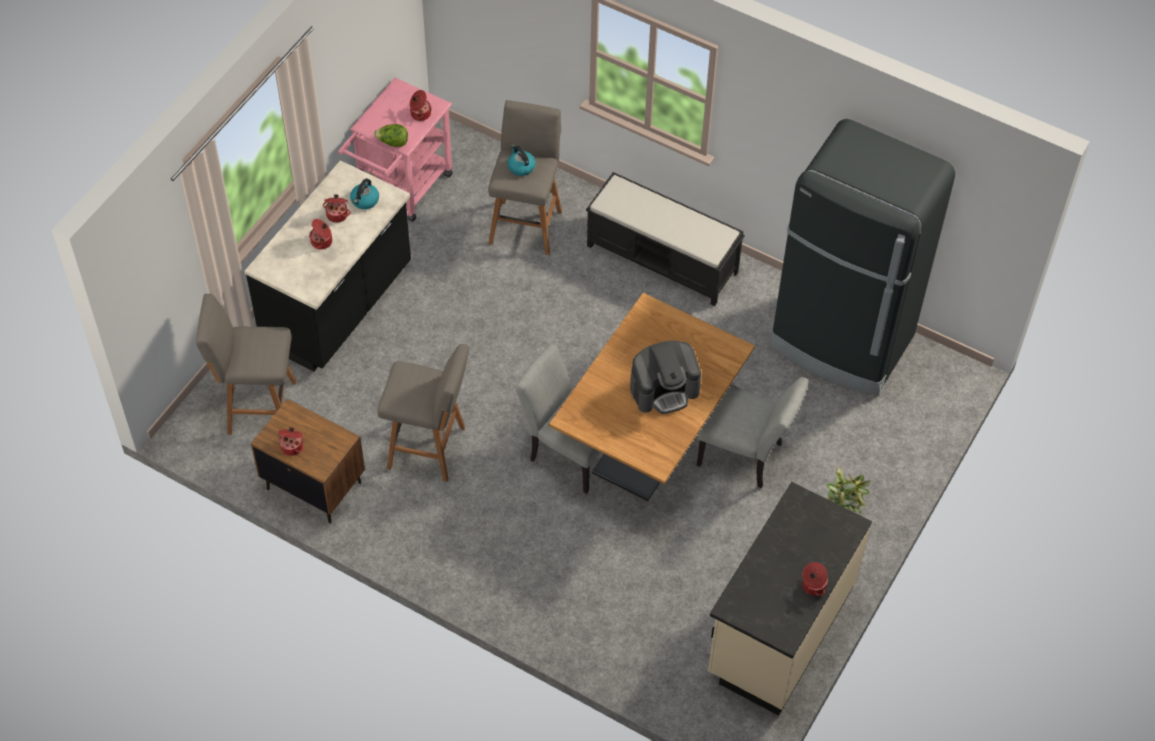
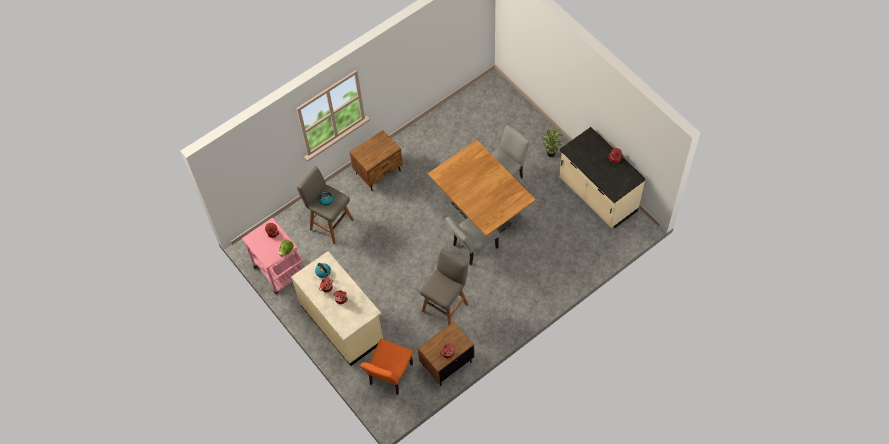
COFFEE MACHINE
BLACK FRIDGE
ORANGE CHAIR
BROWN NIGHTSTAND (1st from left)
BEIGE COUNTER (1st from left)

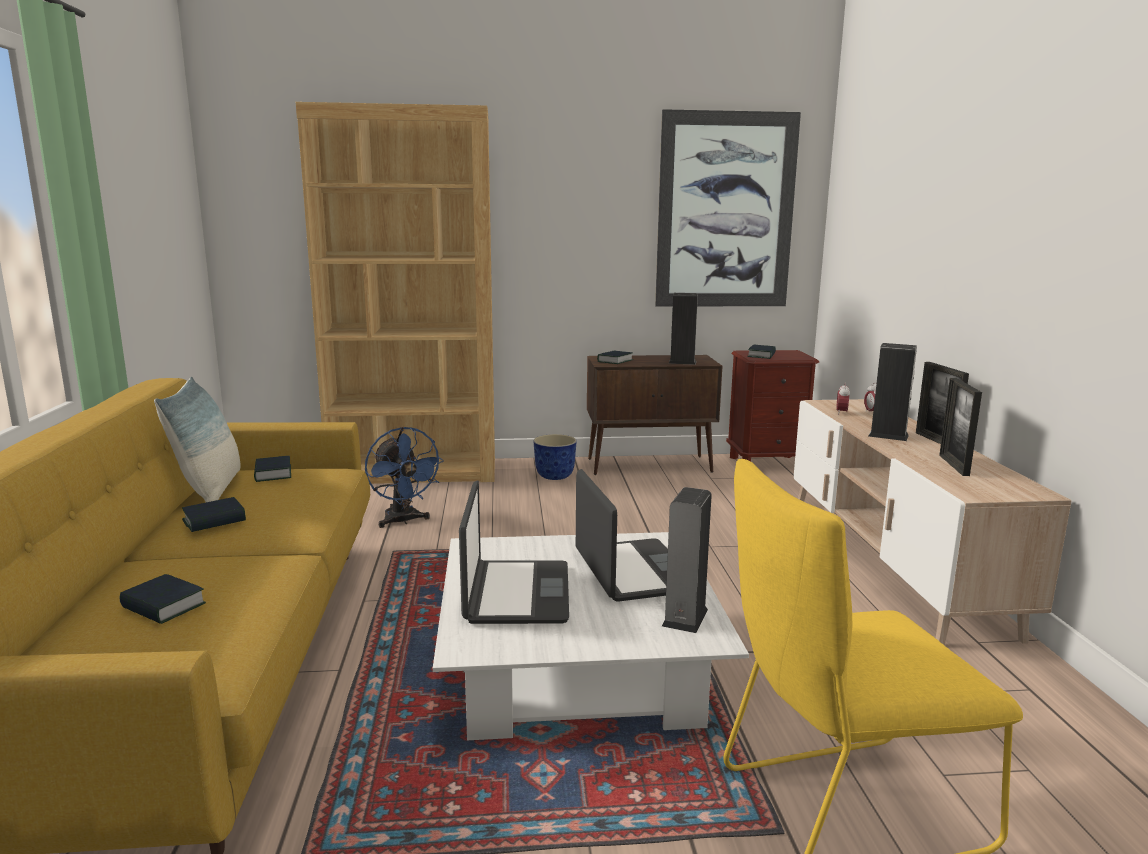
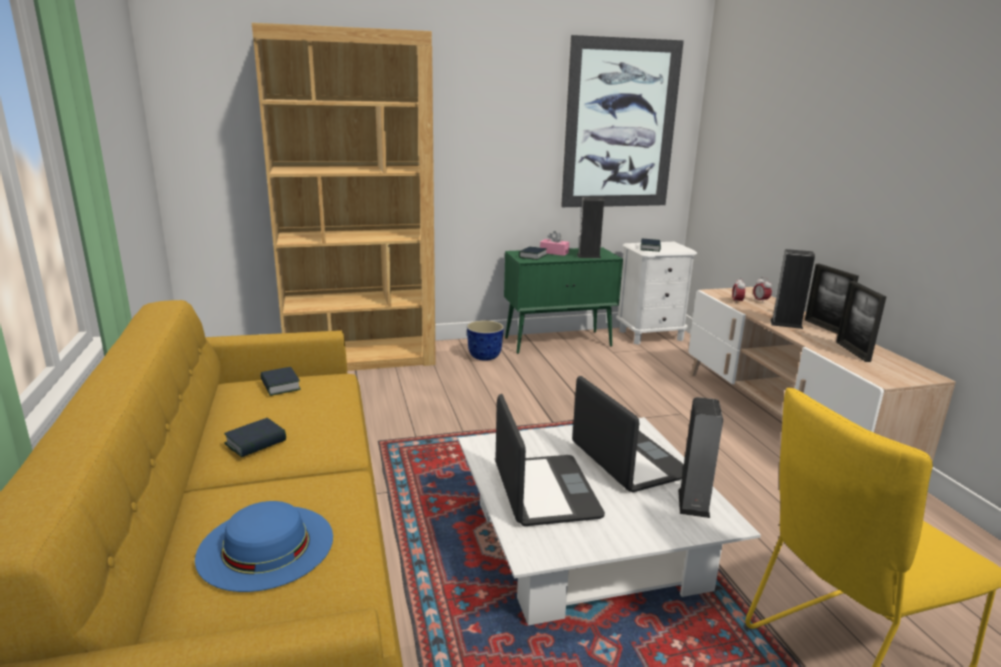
PILLOW
BLUE FAN
PINK TISSUE BOX
BLUE HAT
GREEN CABINET
WHITE NIGHTSTAND

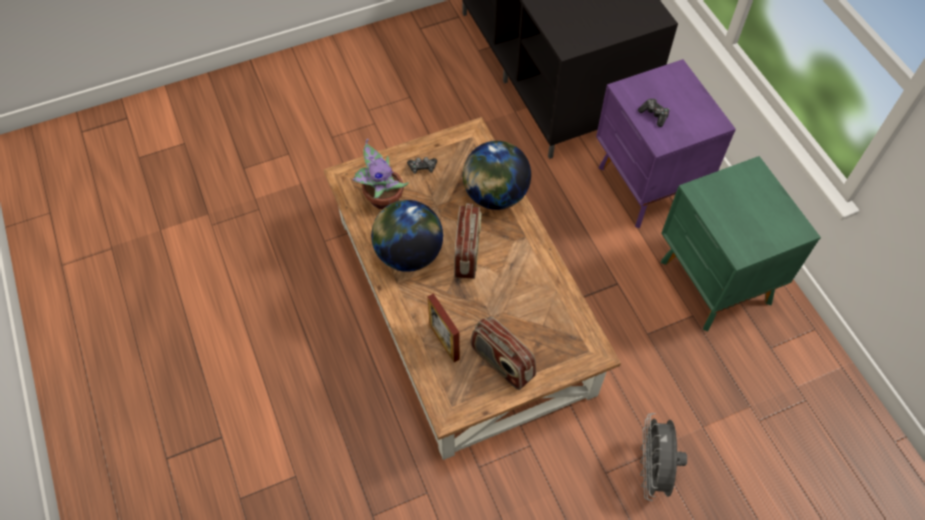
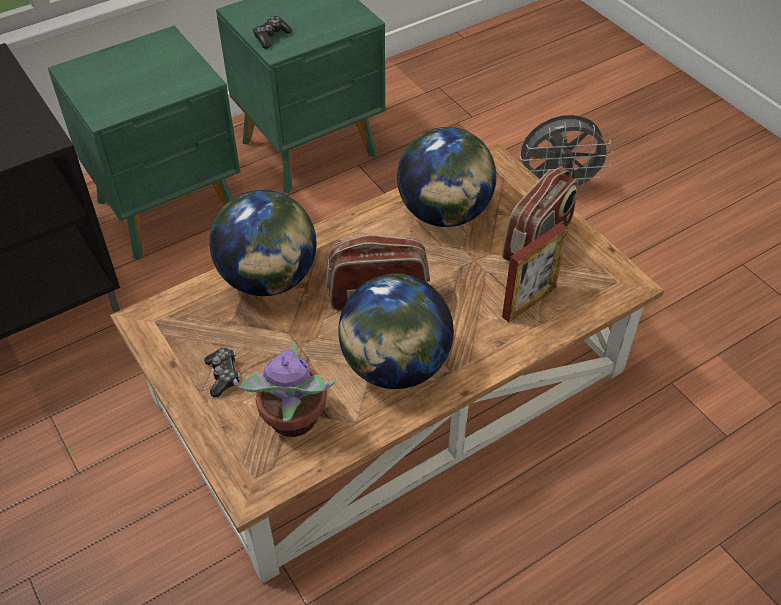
GLOBE (3rd from left)
GAME CONTROLLER (2nd from left)
GREEN NIGHTSTAND (1st from left)

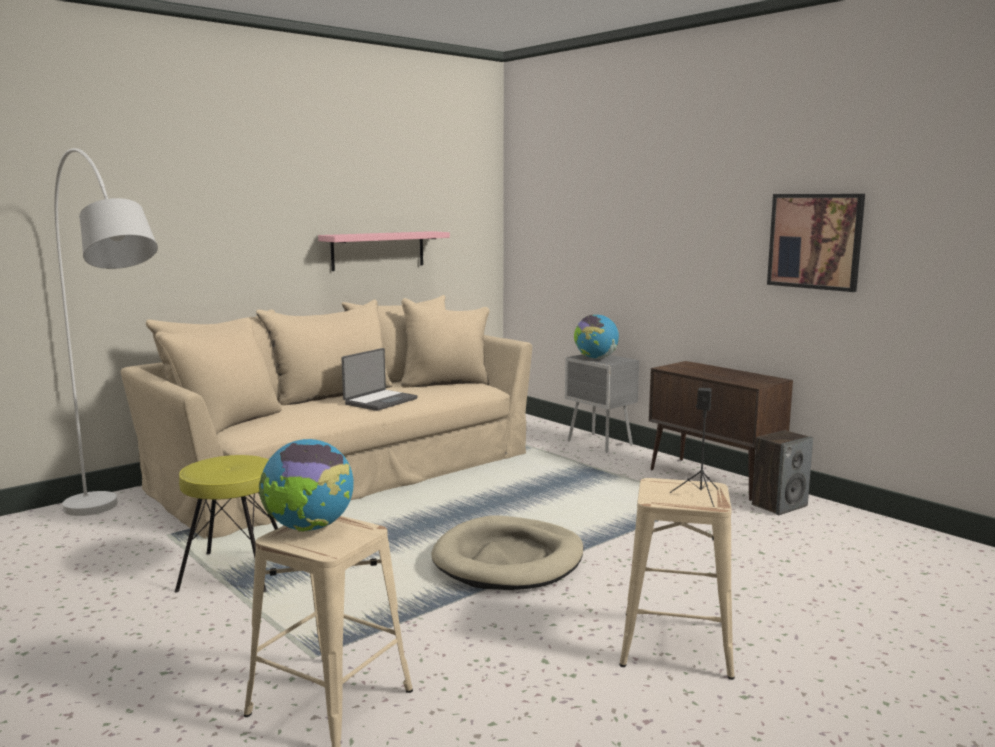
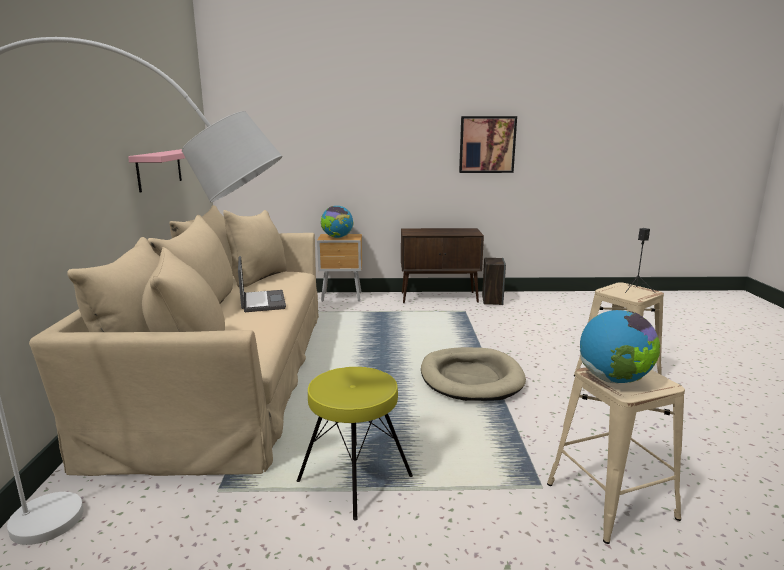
BROWN NIGHTSTAND

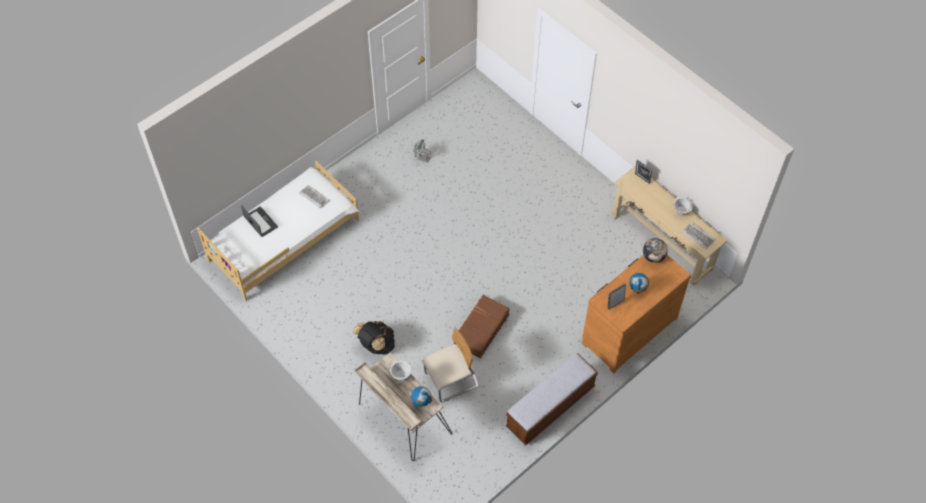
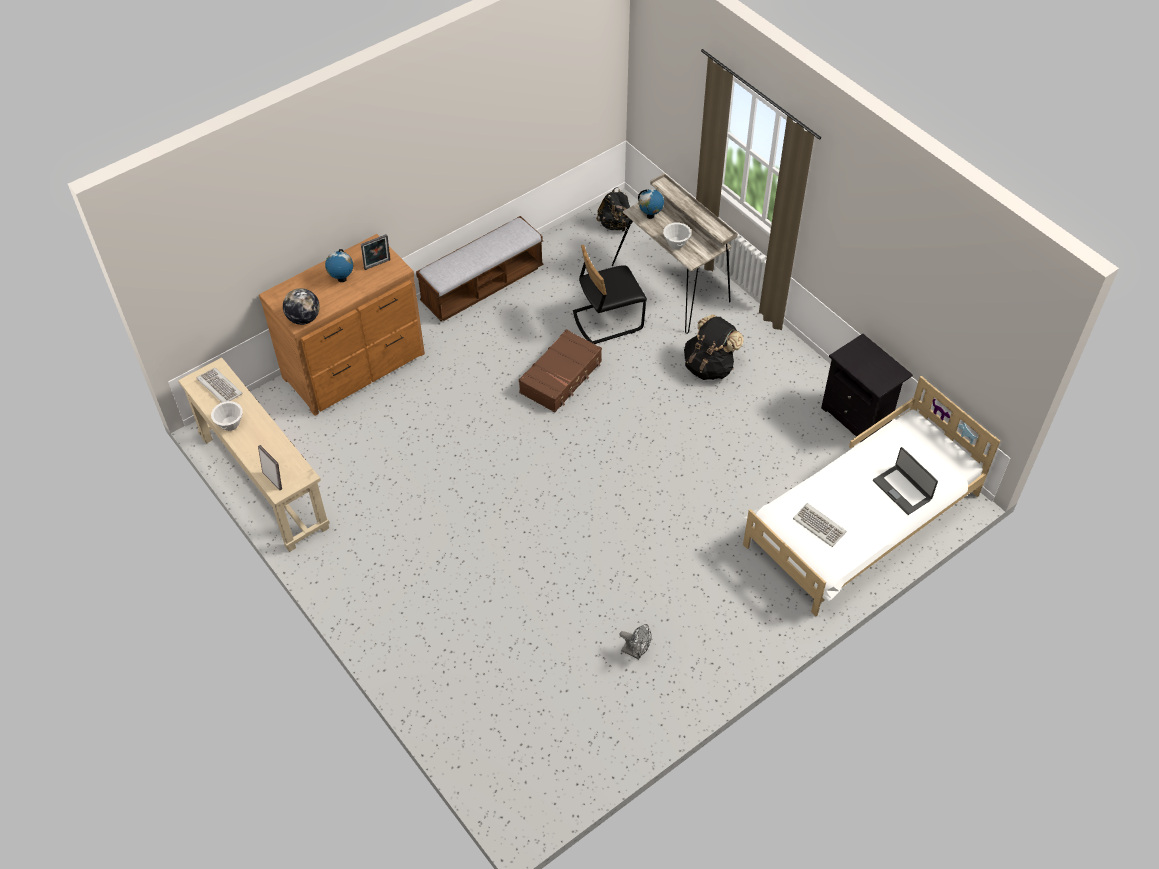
BLACK BACKPACK (1st from left)
BLACK NIGHTSTAND
BLACK CHAIR

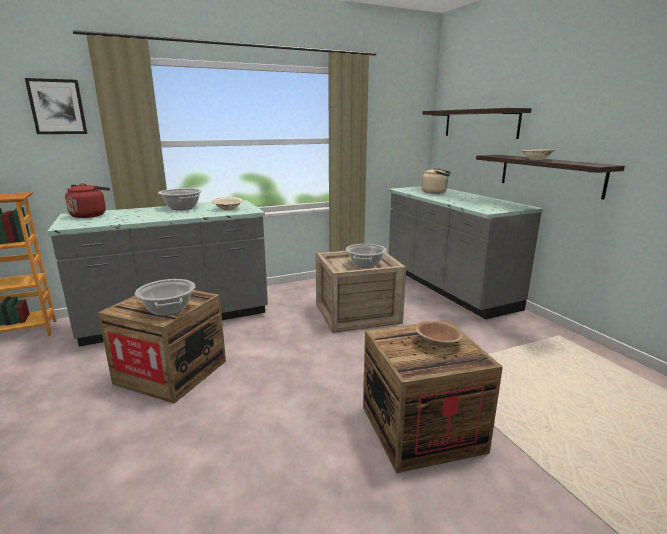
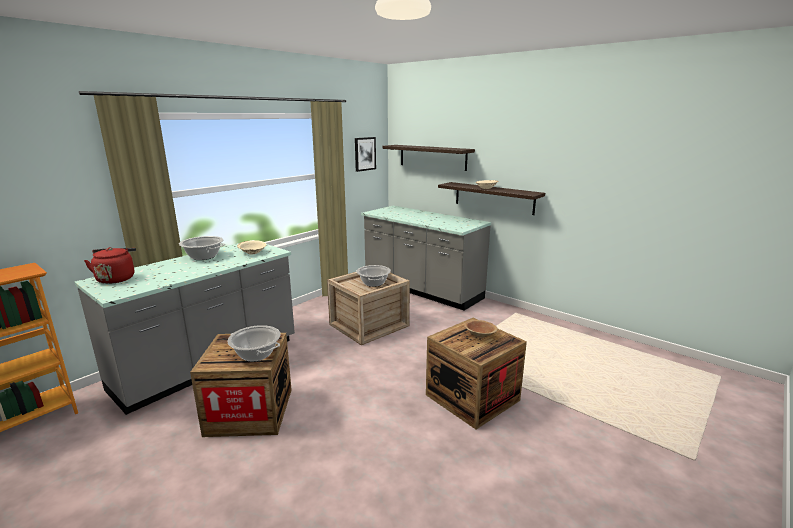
BEIGE KETTLE
PICTURE

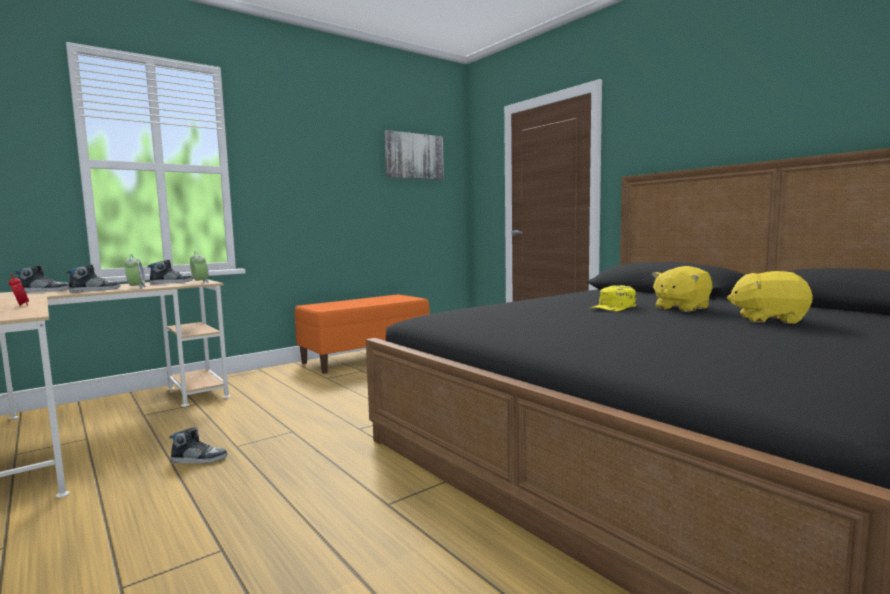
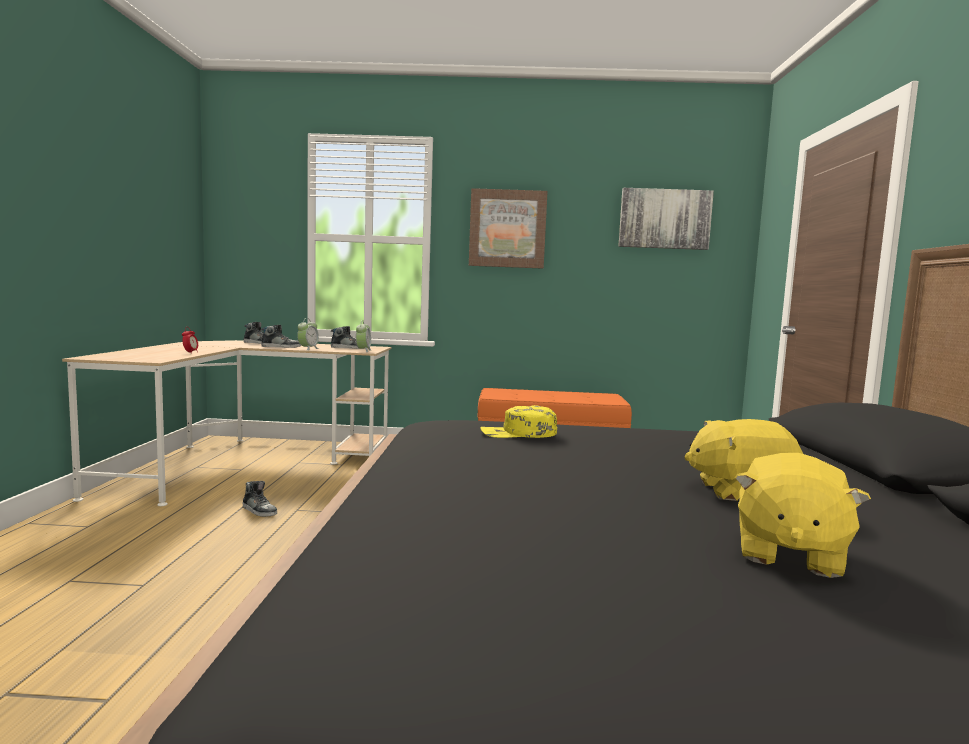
PICTURE (1st from left)
YELLOW CAP
YELLOW PLUSH TOY (2nd from left)

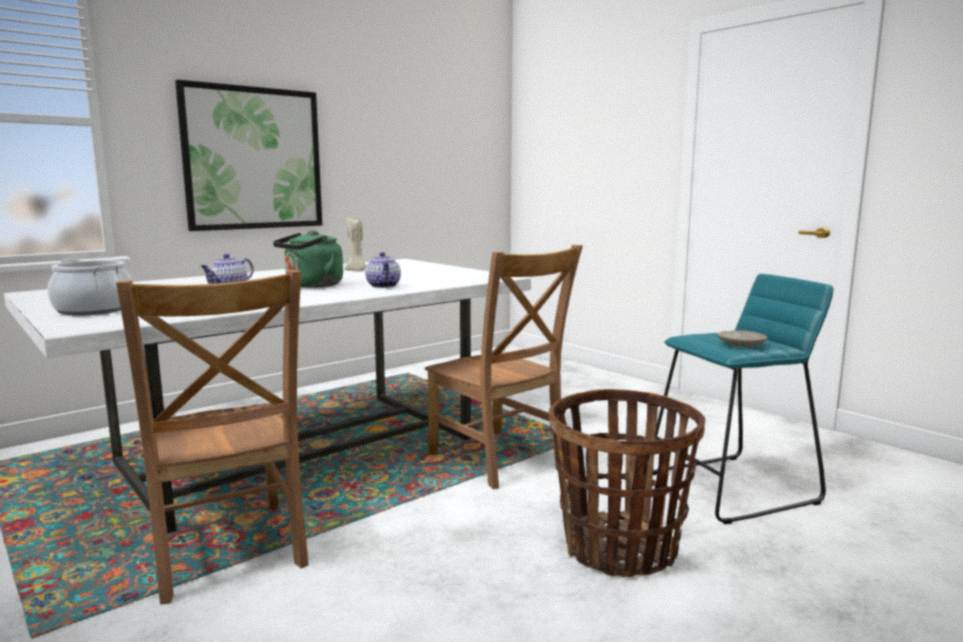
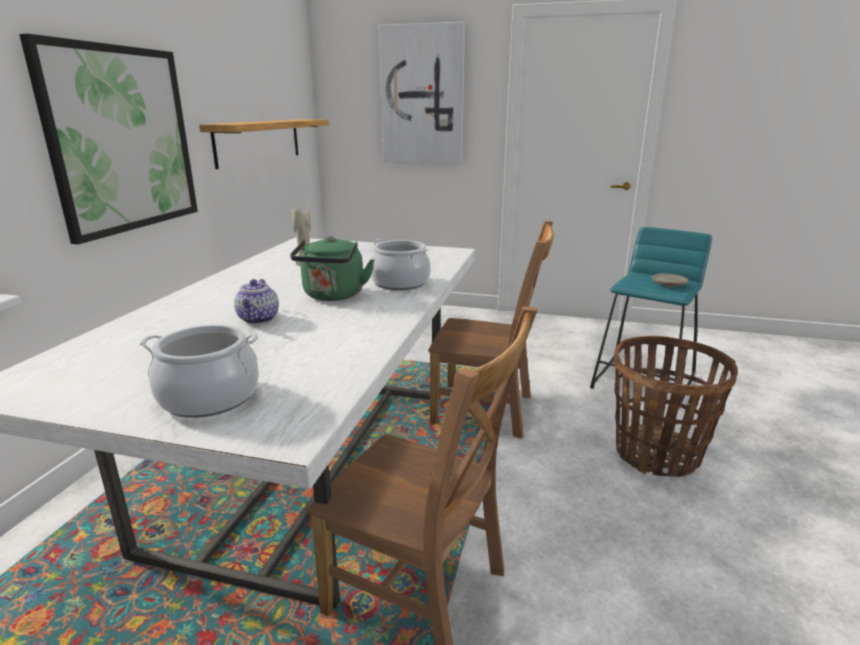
SHELF
PICTURE (2nd from left)
COOKING POT (2nd from left)

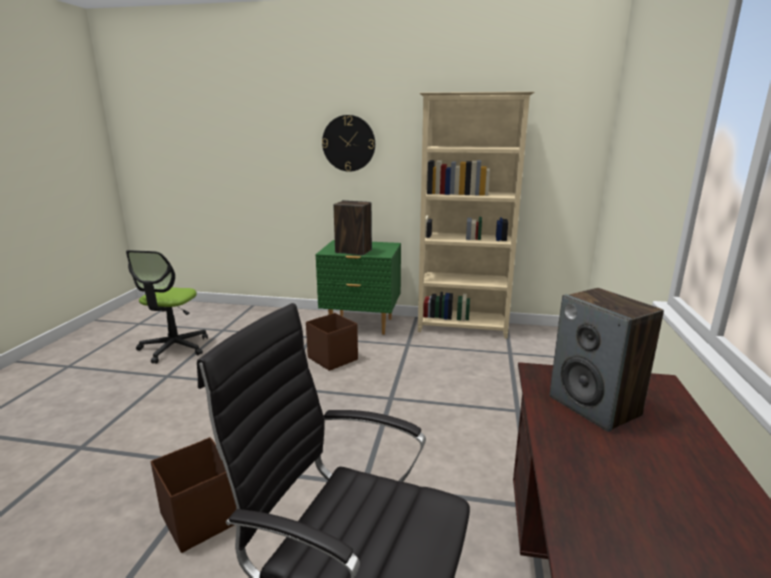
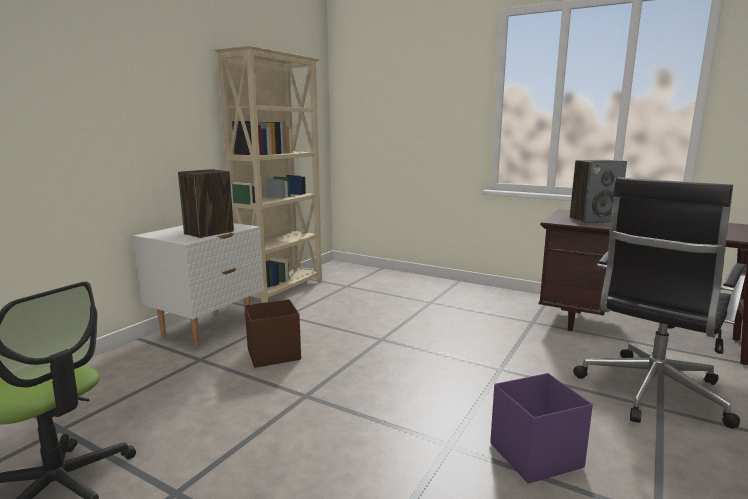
WALL CLOCK
PURPLE STORAGE BOX
WHITE NIGHTSTAND

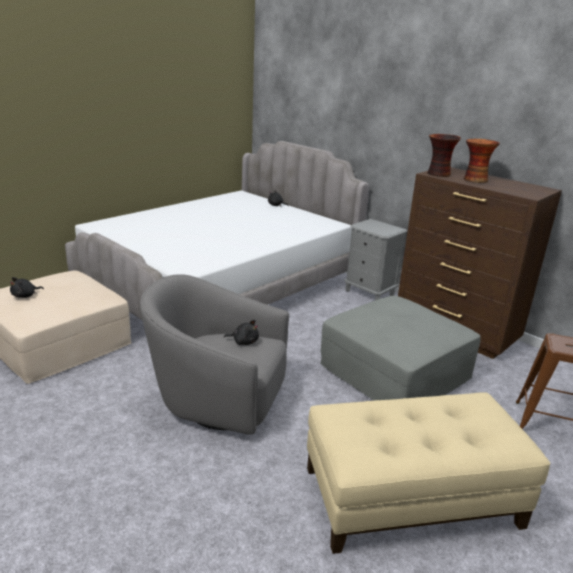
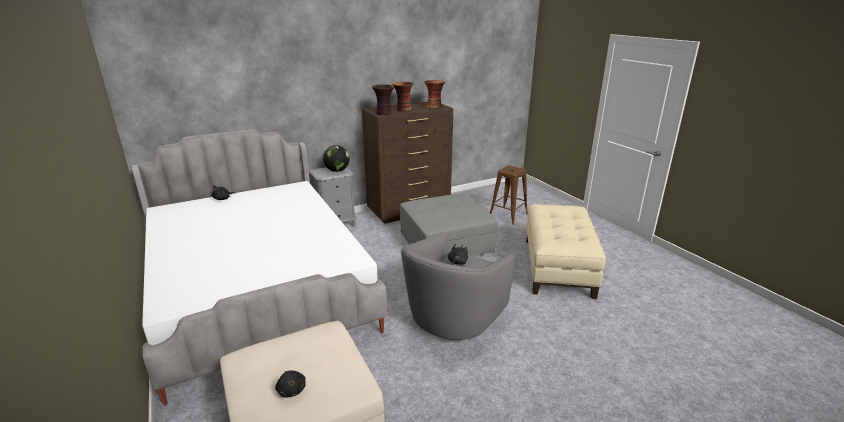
GLOBE
VASE (3rd from left)

